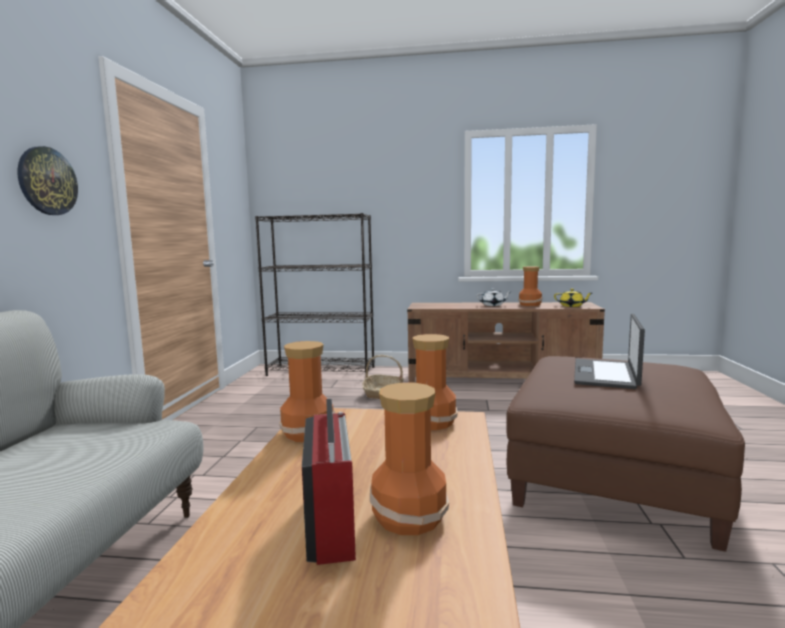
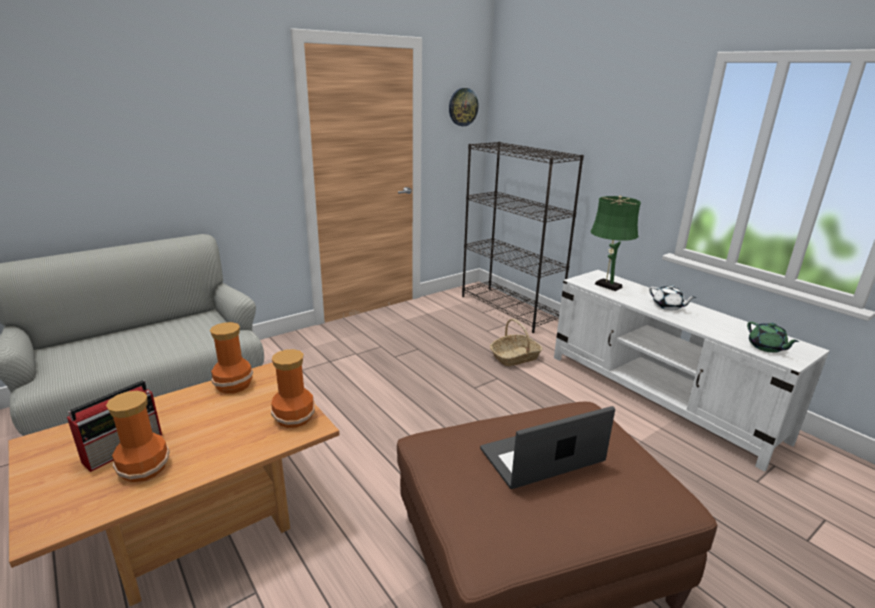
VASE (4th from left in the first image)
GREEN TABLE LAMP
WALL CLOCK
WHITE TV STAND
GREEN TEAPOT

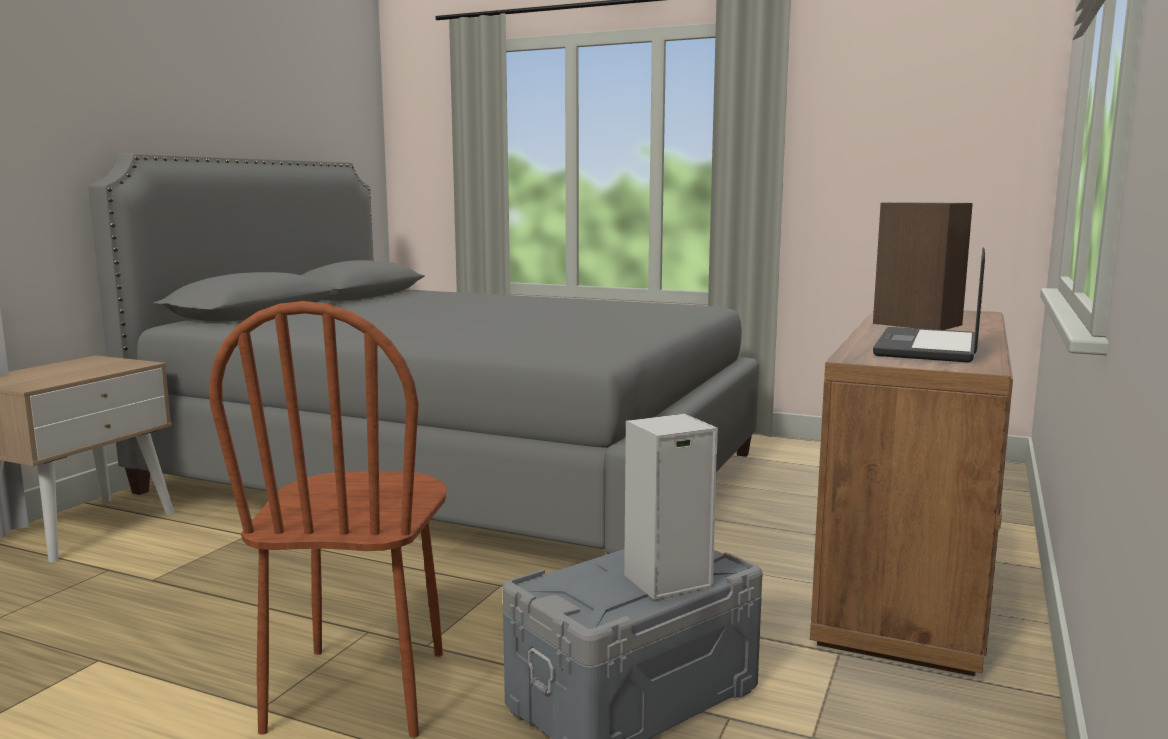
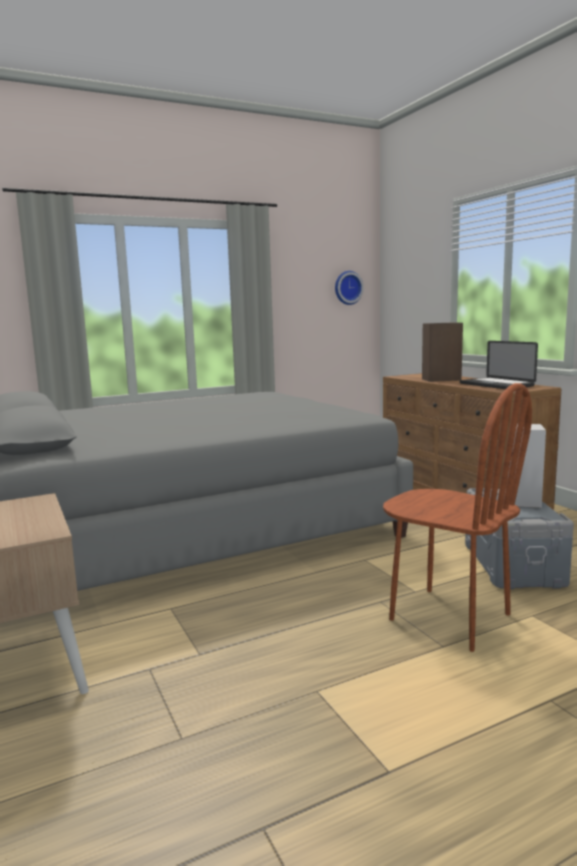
WALL CLOCK

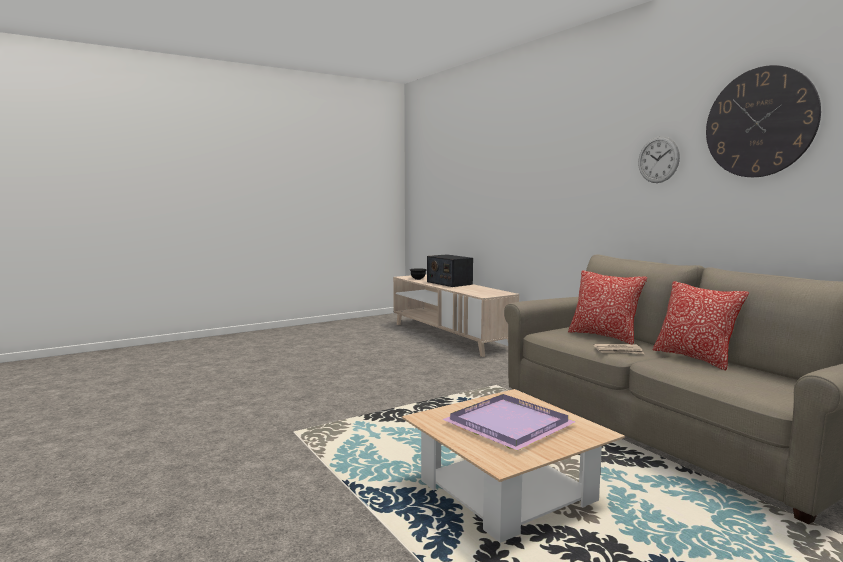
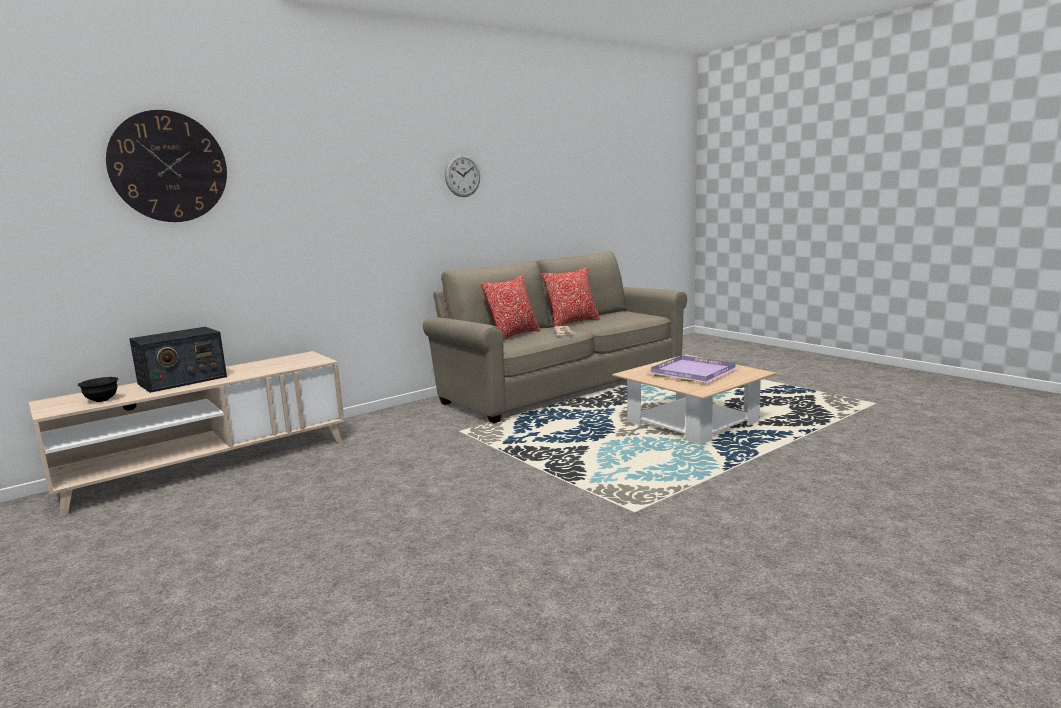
WALL CLOCK (1st from left)

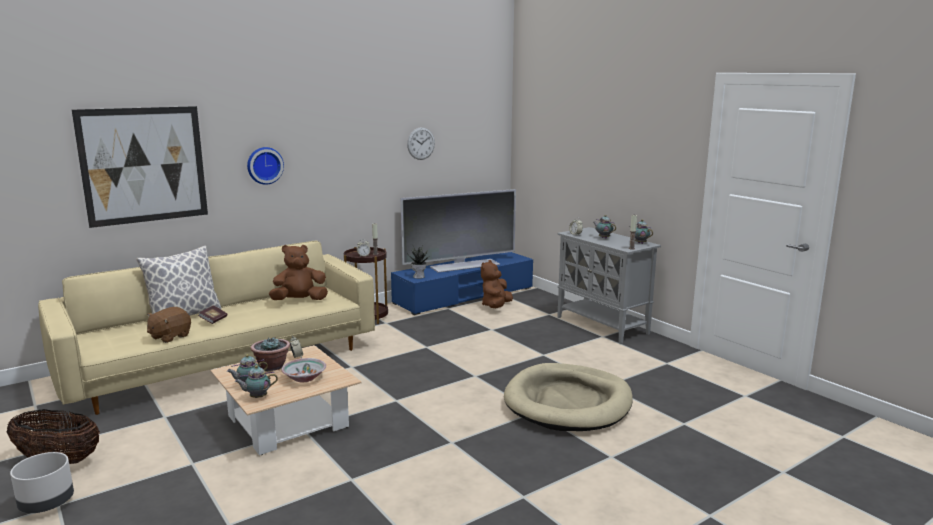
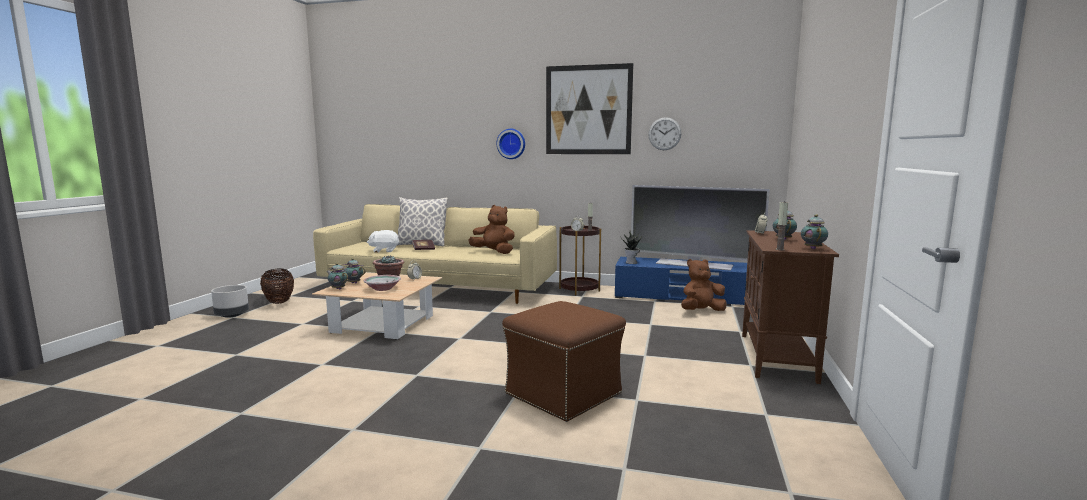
PICTURE
BROWN OTTOMAN
WHITE PLUSH TOY
BROWN CABINET

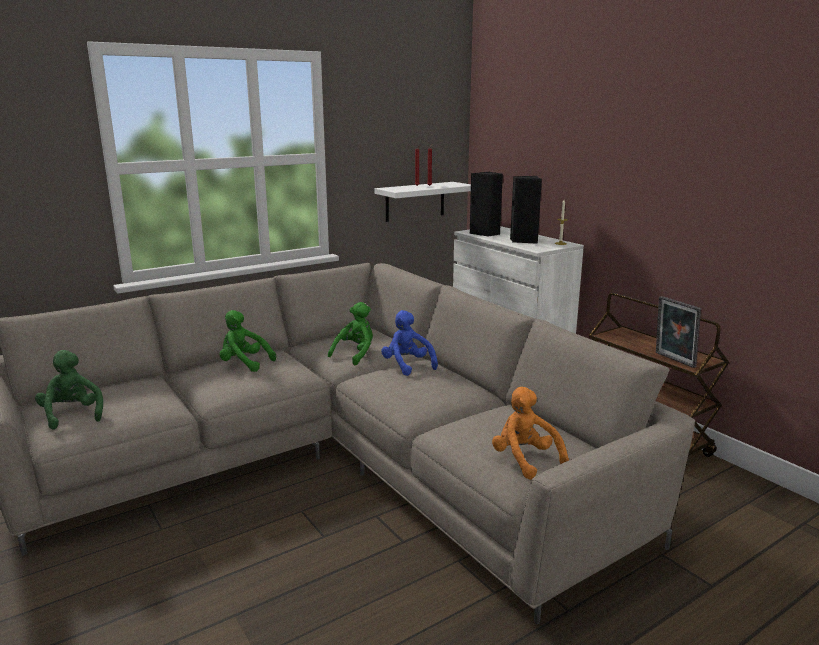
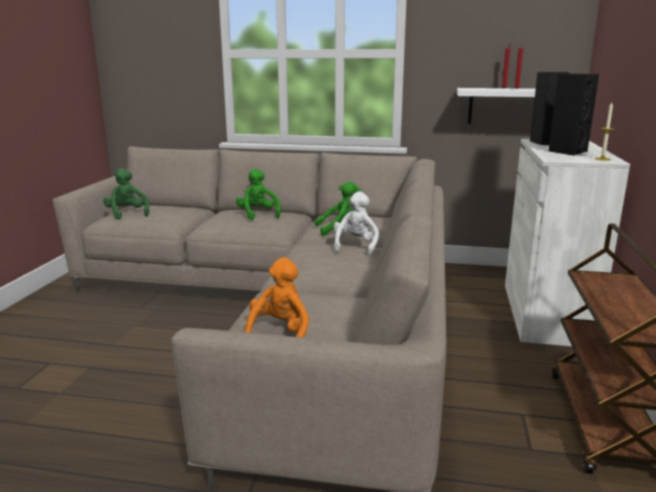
PICTURE FRAME
WHITE PLUSH TOY
GREEN PLUSH TOY (1st from left)

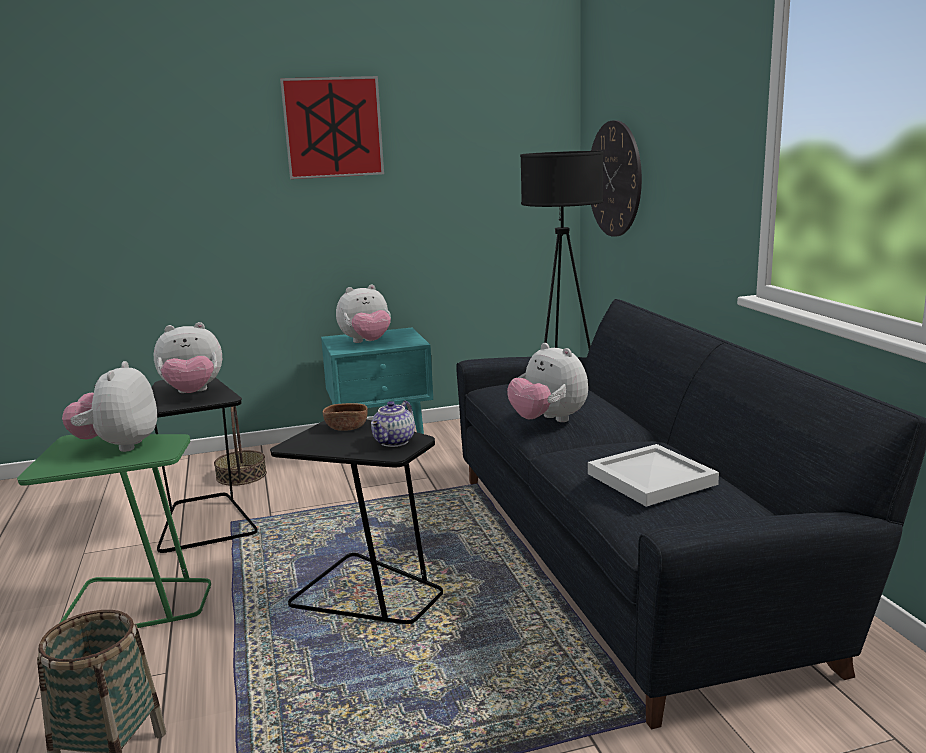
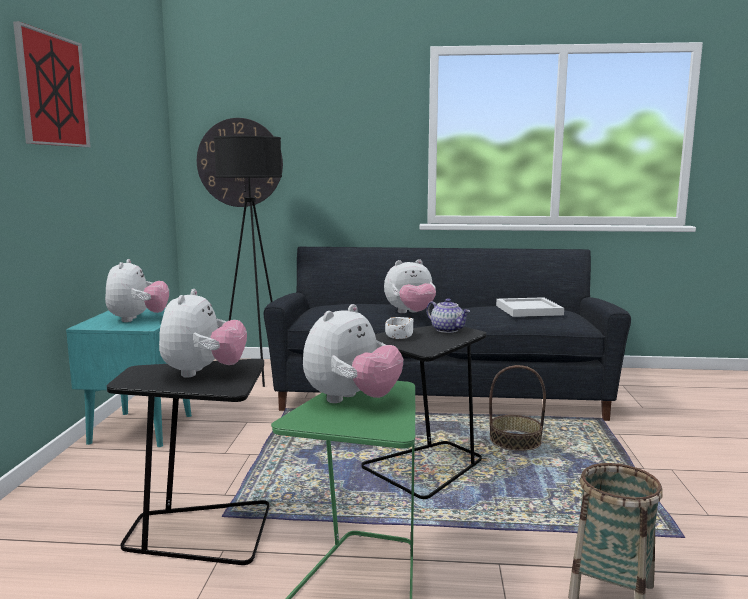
BASKET (1st from left)
WHITE BOWL
PLUSH TOY (3rd from left)

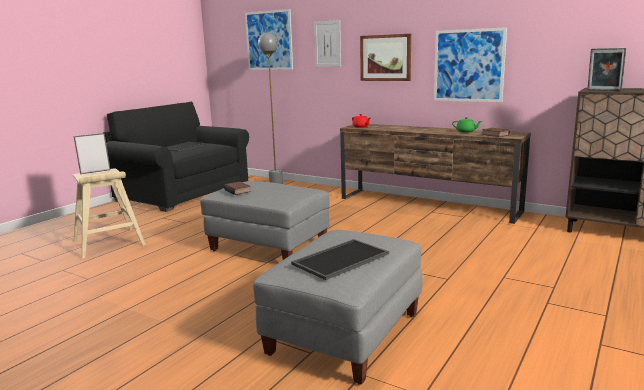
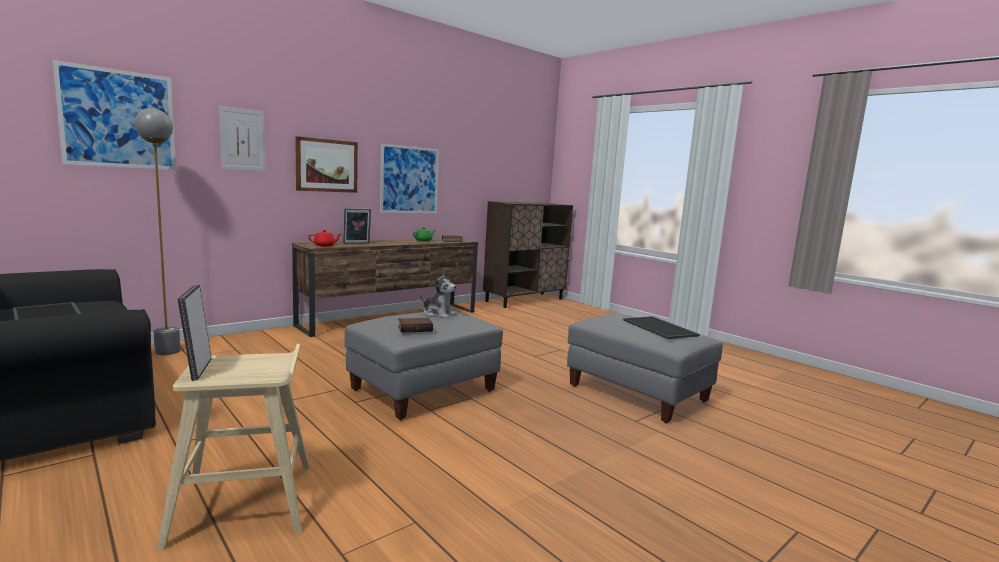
PLUSH TOY
PICTURE FRAME (2nd from left)

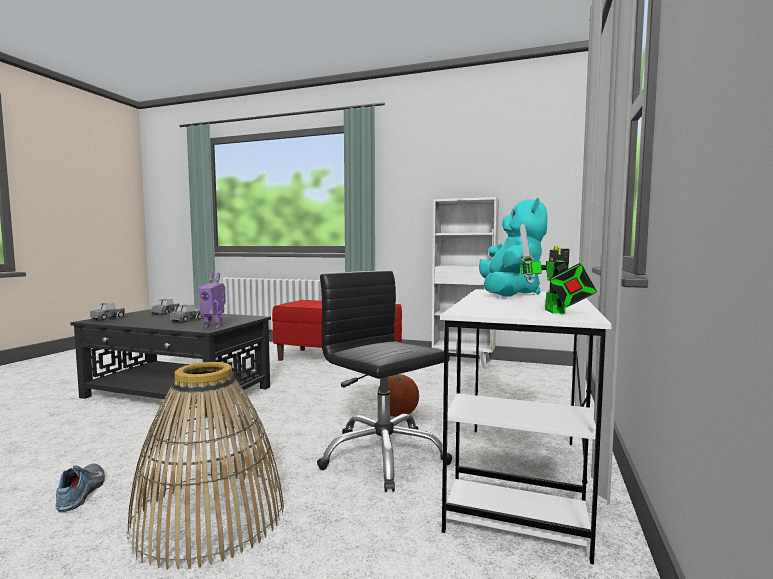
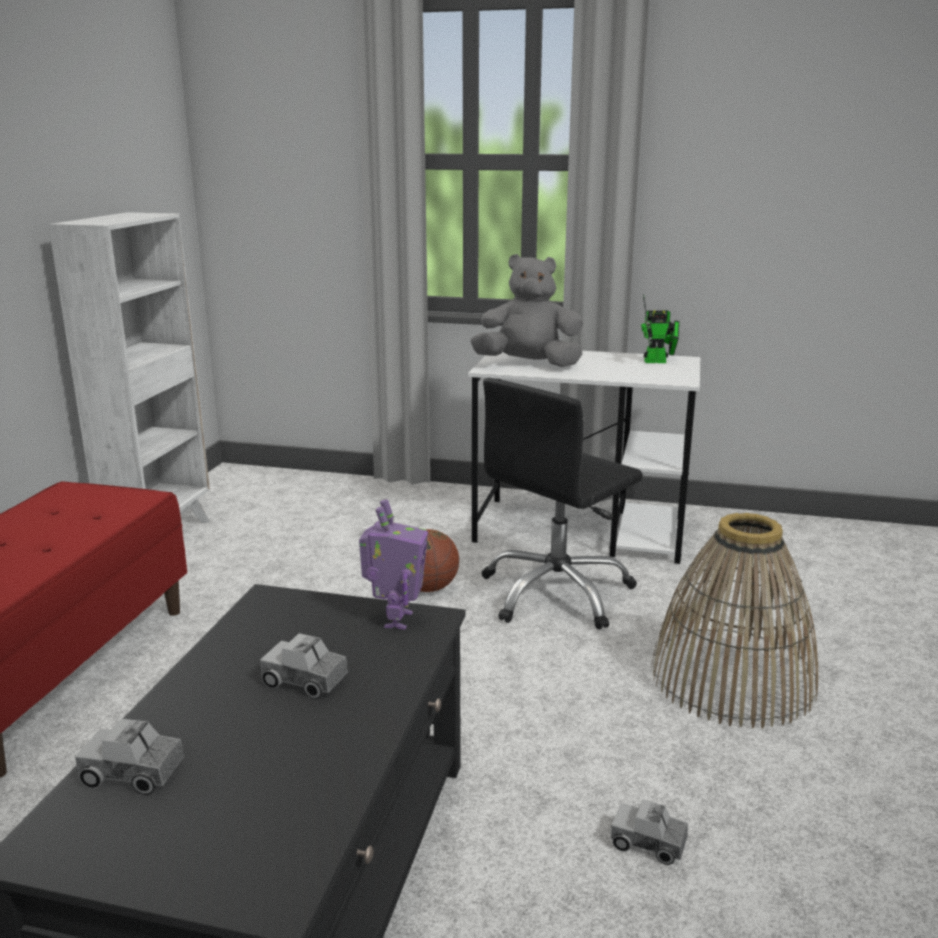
SHOE
TOY TRUCK (3rd from left)
GREY PLUSH TOY

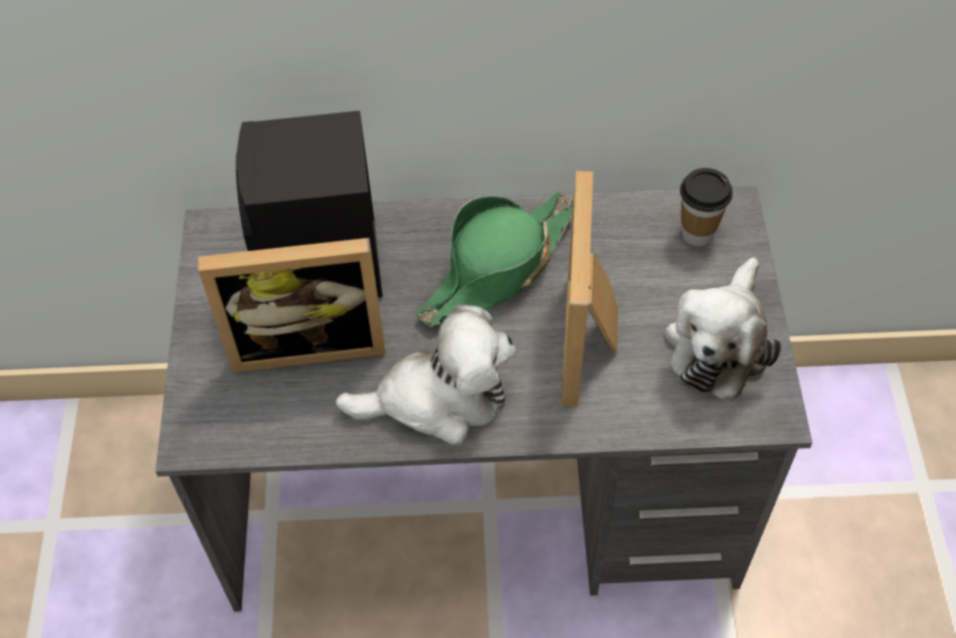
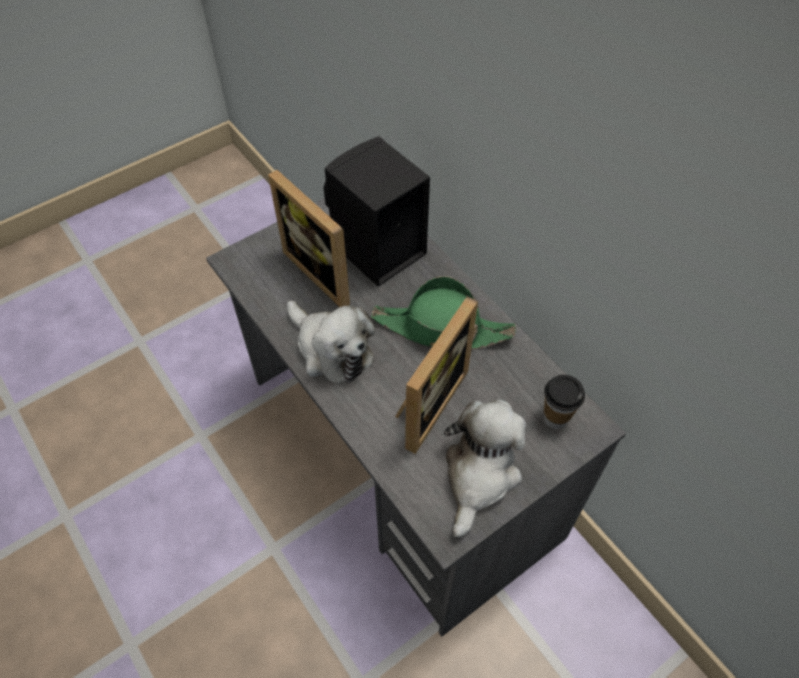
PICTURE FRAME (2nd from left)
PLUSH TOY (2nd from left)

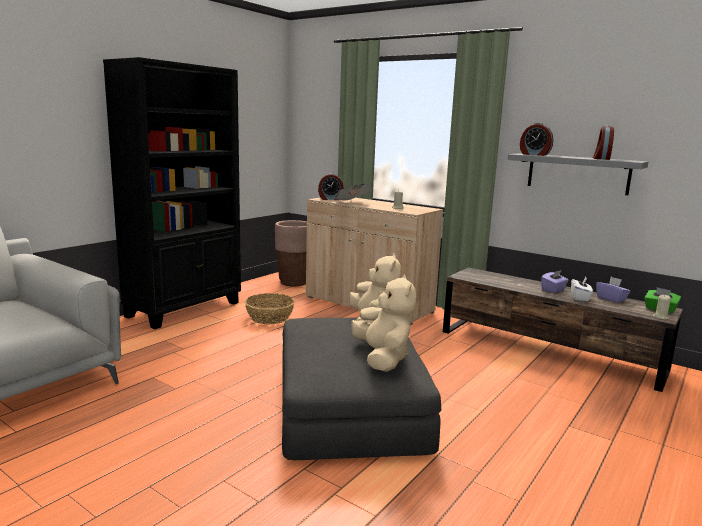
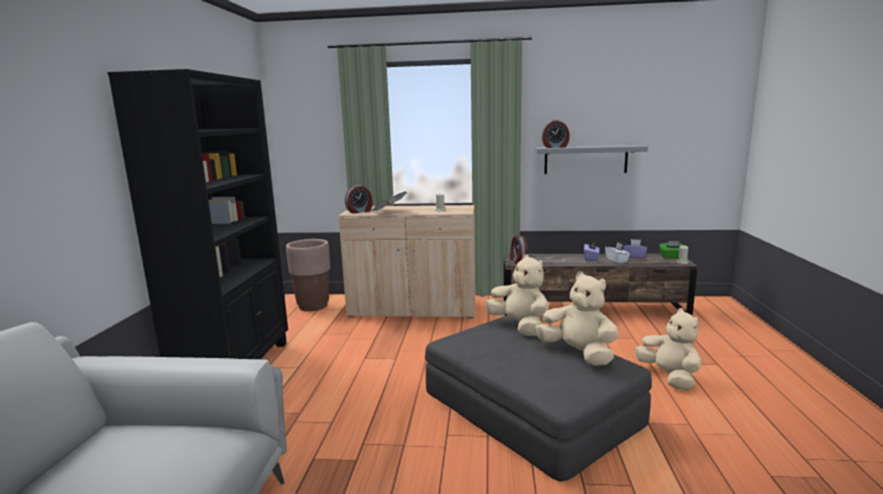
BASKET
BEIGE PLUSH TOY (3rd from left)
ALARM CLOCK (2nd from left)

